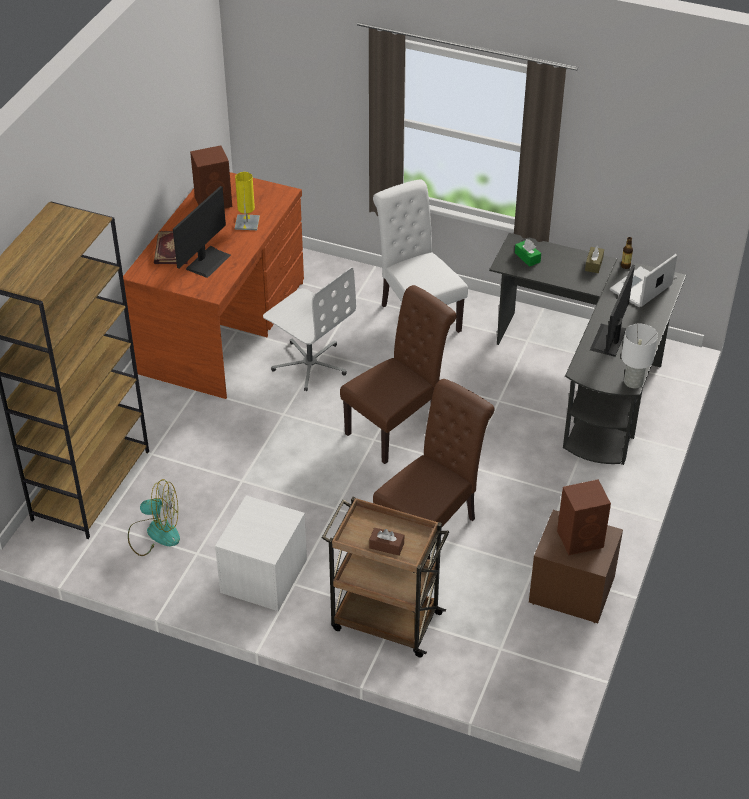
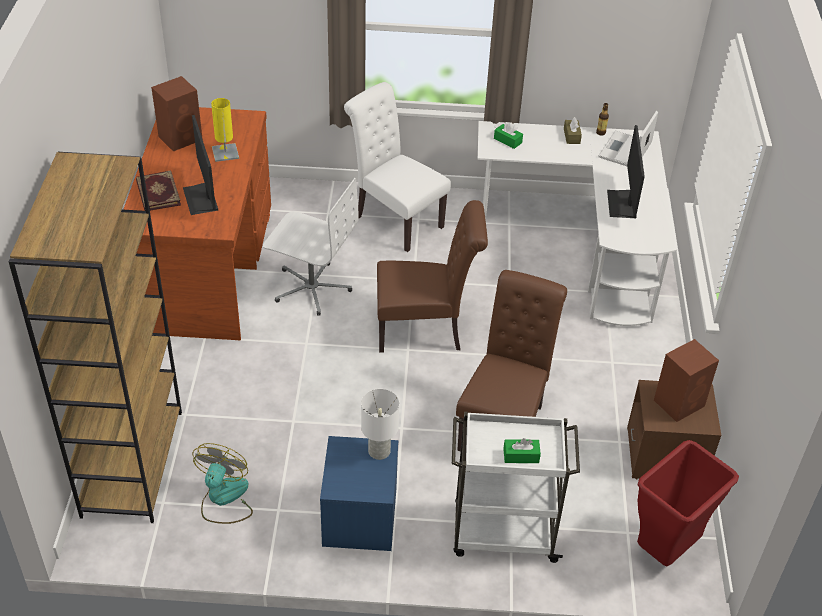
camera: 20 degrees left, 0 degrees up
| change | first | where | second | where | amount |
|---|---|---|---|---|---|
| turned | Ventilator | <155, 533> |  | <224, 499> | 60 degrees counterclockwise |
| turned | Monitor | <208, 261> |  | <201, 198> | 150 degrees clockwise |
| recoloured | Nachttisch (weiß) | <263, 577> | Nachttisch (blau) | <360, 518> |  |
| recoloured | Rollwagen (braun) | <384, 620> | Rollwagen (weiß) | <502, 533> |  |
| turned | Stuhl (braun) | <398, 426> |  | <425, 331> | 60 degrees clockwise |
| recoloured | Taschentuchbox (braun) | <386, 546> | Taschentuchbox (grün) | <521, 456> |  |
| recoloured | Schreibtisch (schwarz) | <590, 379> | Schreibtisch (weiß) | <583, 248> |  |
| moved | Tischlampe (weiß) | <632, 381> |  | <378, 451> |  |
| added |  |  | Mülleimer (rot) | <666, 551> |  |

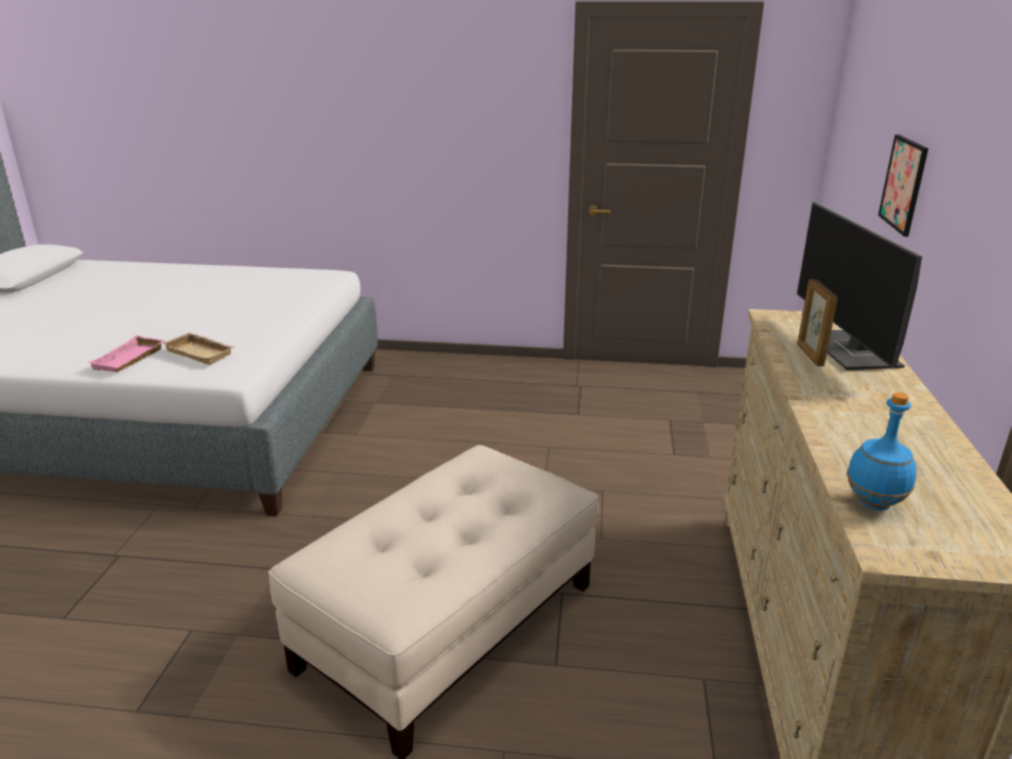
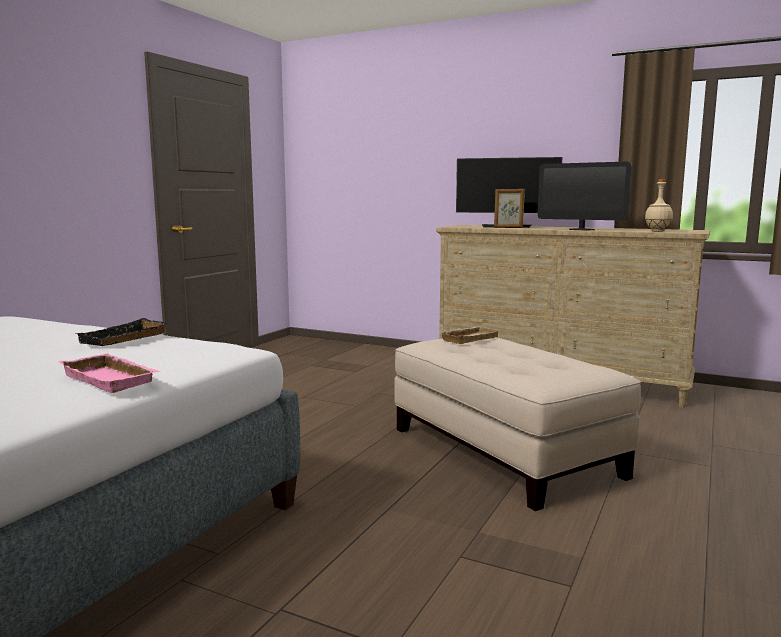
camera: 70 degrees left, 15 degrees down
| change | first | where | second | where | amount |
|---|---|---|---|---|---|
| moved | Tablett (beige) | <202, 353> |  | <468, 338> |  |
| recoloured | Flasche (blau) | <873, 503> | Flasche (beige) | <657, 231> |  |
| removed | Bild | <903, 184> |  |  |  |
| added |  |  | Tablett (schwarz) | <125, 339> |  |
| added |  |  | Monitor | <581, 229> |  |

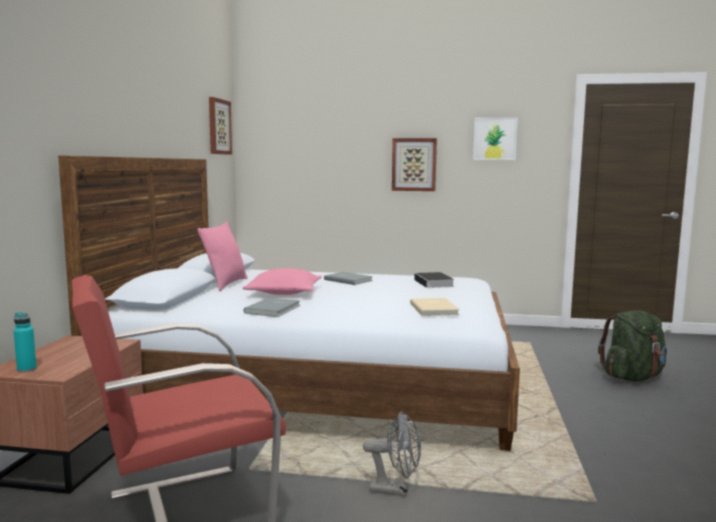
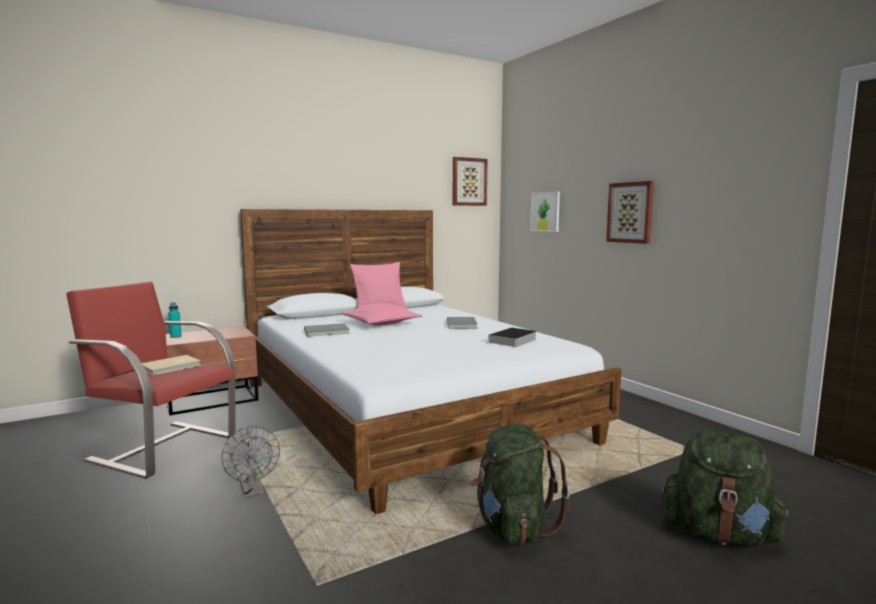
camera: 50 degrees right, 0 degrees up
| change | first | where | second | where | amount |
|---|---|---|---|---|---|
| moved | Buch (beige) | <435, 309> |  | <172, 367> |  |
| moved | Bild | <494, 138> |  | <545, 211> |  |
| added |  |  | Rucksack (grün) | <513, 527> |  |

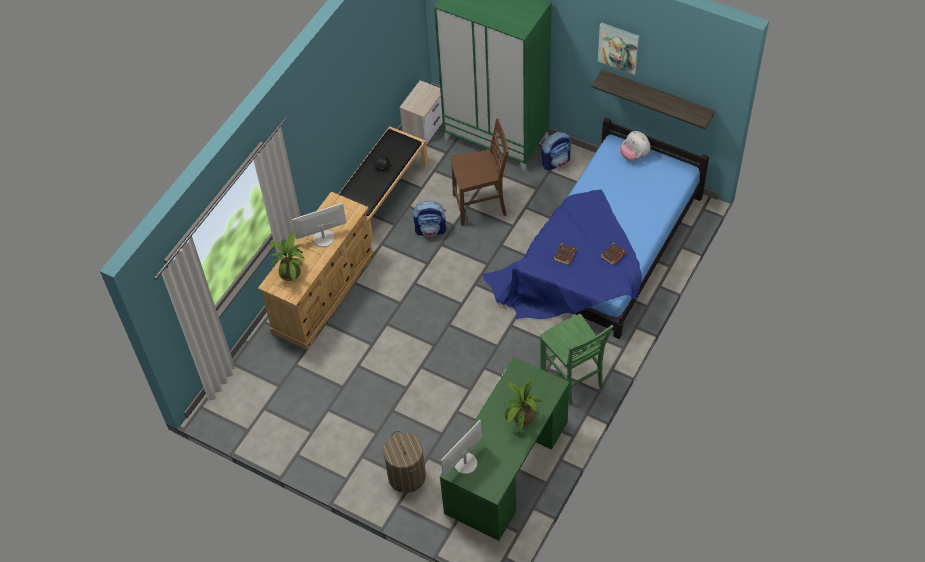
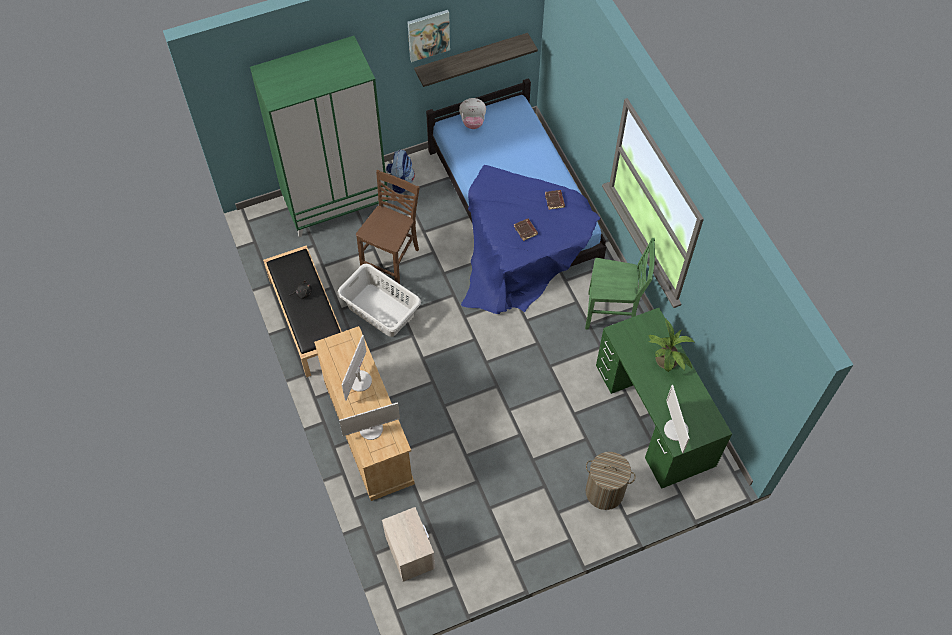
camera: 55 degrees left, 5 degrees up
| change | first | where | second | where | amount |
|---|---|---|---|---|---|
| replaced | Topfpflanze | <291, 271> | Monitor | <371, 429> |  |
| moved | Nachttisch | <425, 126> |  | <410, 552> |  |
| replaced | Rucksack | <431, 229> | Wäschekorb (grau) | <381, 310> |  |

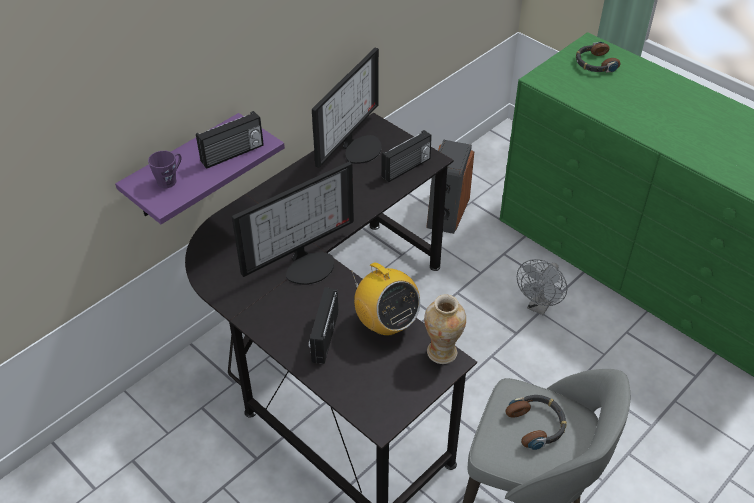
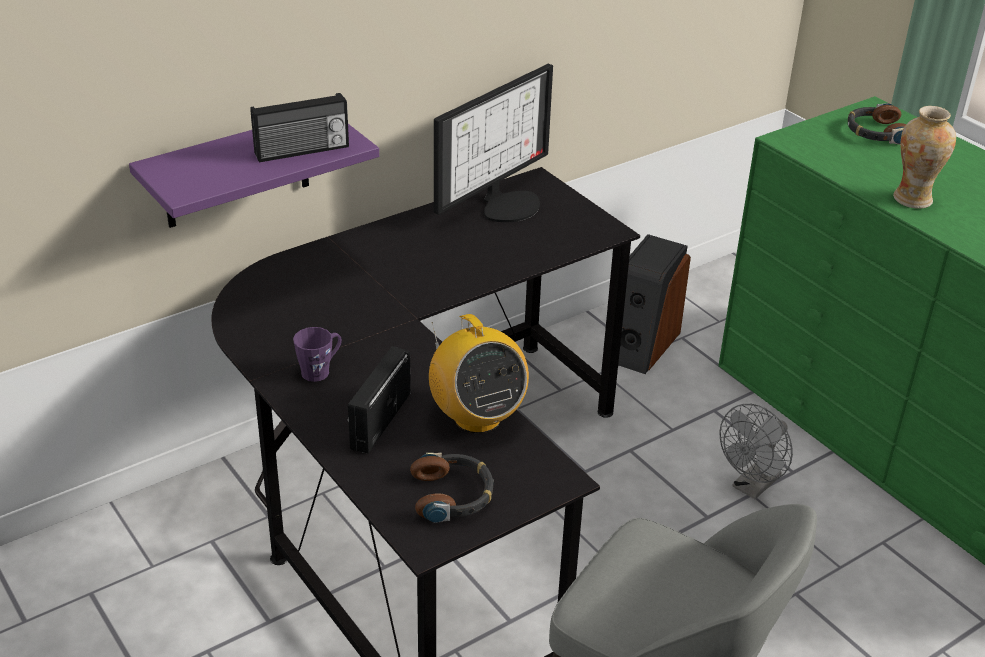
camera: 10 degrees right, 10 degrees down
| change | first | where | second | where | amount |
|---|---|---|---|---|---|
| moved | Henkelbecher (lila) | <170, 180> |  | <320, 371> |  |
| removed | Monitor | <308, 264> |  |  |  |
| removed | Radio | <406, 168> |  |  |  |
| moved | Vase | <442, 352> |  | <913, 199> |  |
| moved | Kopfhörer | <537, 424> |  | <453, 495> |  |

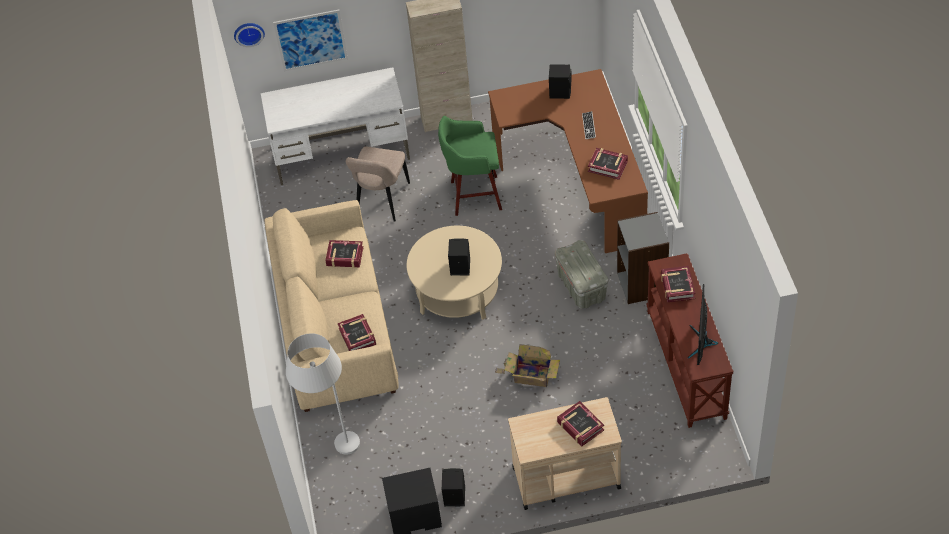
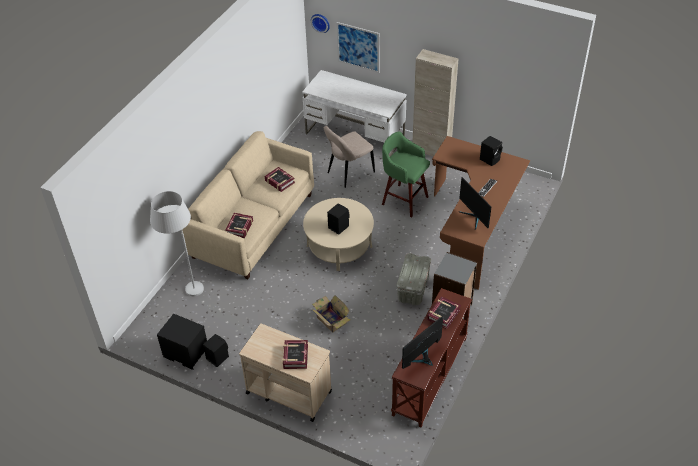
camera: 35 degrees right, 5 degrees down
| change | first | where | second | where | amount |
|---|---|---|---|---|---|
| replaced | Buch | <607, 166> | Monitor | <474, 217> |  |

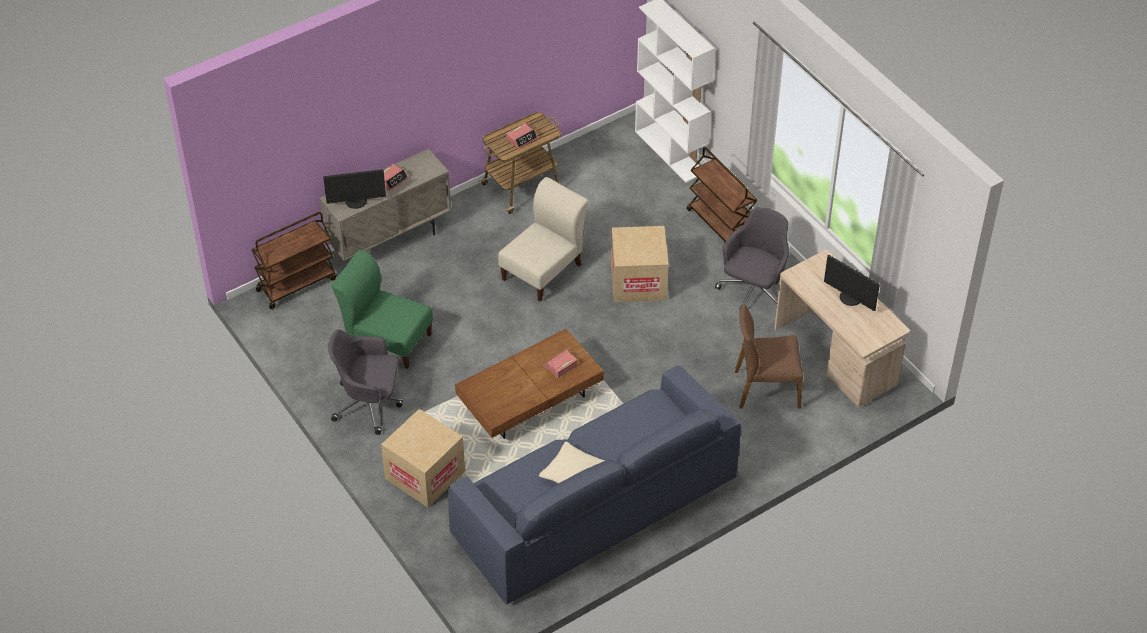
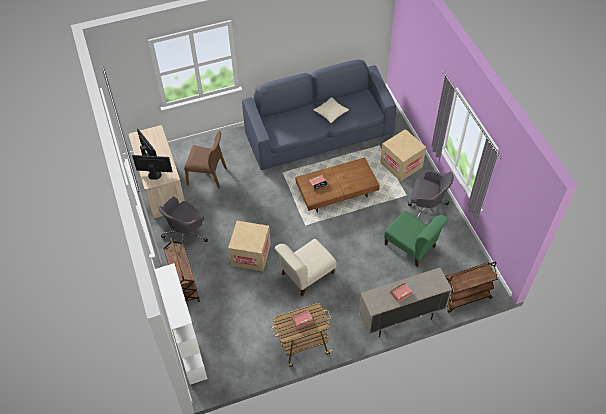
camera: 165 degrees left, 5 degrees up
| change | first | where | second | where | amount |
|---|---|---|---|---|---|
| moved | Monitor | <356, 202> |  | <154, 174> |  |

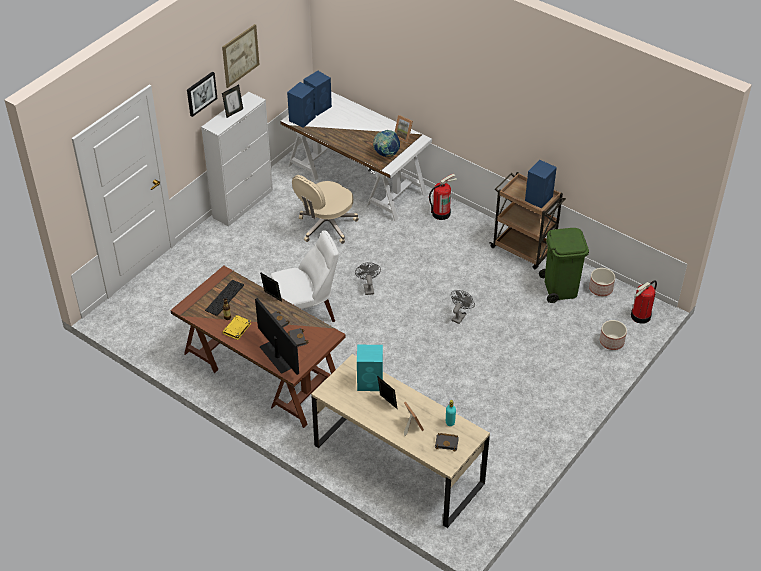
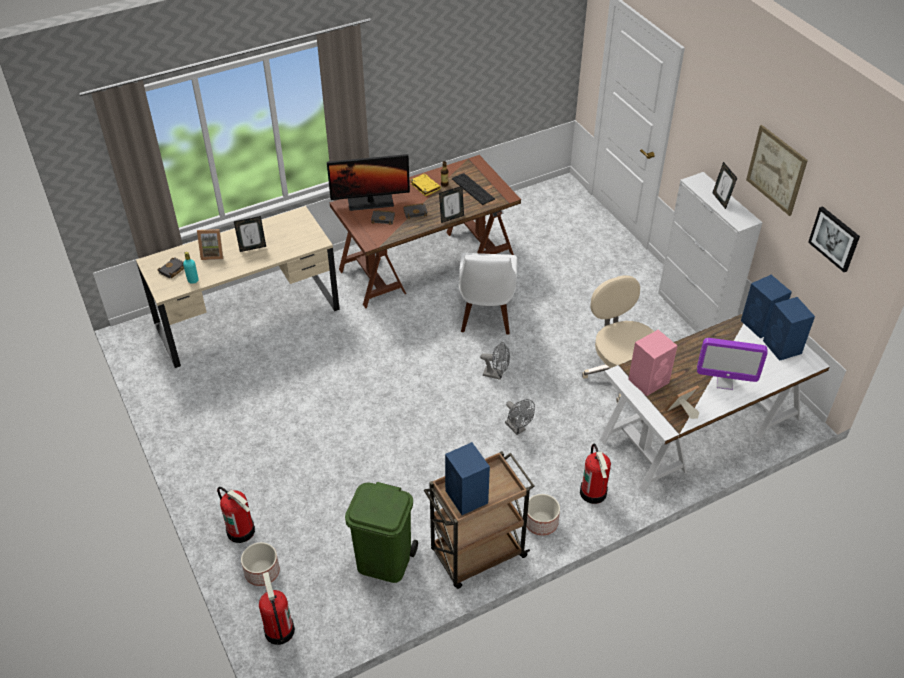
camera: 115 degrees right, 0 degrees up
| change | first | where | second | where | amount |
|---|---|---|---|---|---|
| moved | Bild | <201, 93> |  | <834, 238> |  |
| removed | Lautsprecher (türkis) | <370, 382> |  |  |  |
| replaced | Globus | <386, 154> | Lautsprecher (rosa) | <649, 380> |  |
| moved | Ventilator (grau) | <459, 316> |  | <517, 428> |  |
| moved | Pflanzkübel | <601, 289> |  | <541, 523> |  |
| added |  |  | Feuerlöscher | <241, 530> |  |
| added |  |  | Monitor | <724, 382> |  |

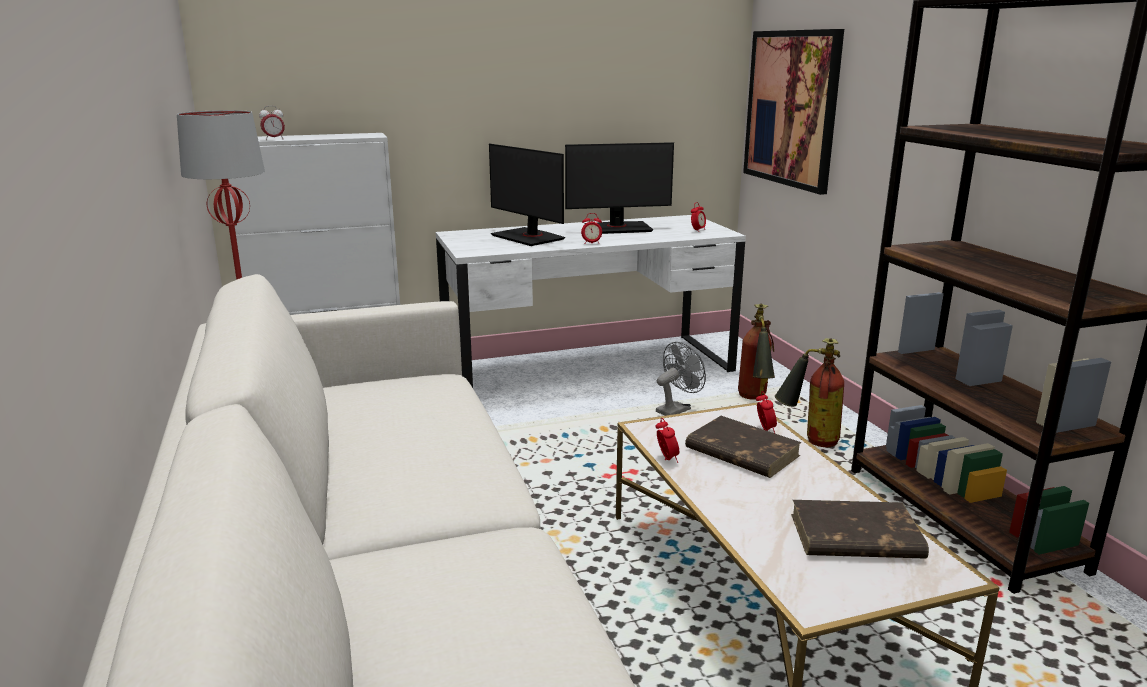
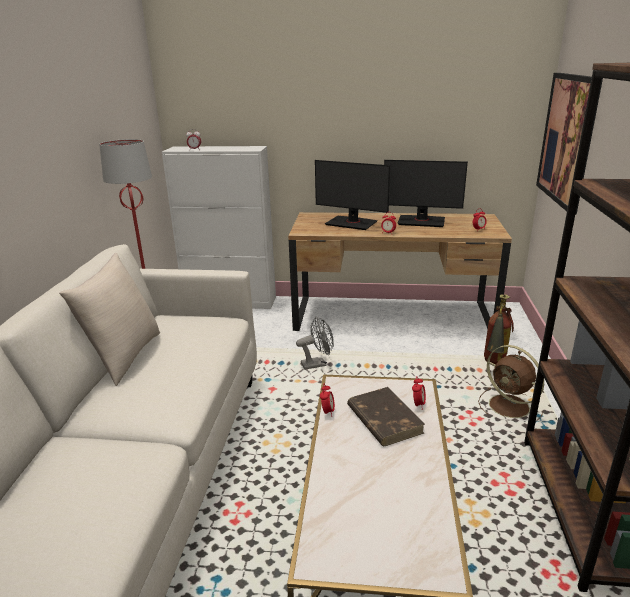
camera: 25 degrees right, 5 degrees up
| change | first | where | second | where | amount |
|---|---|---|---|---|---|
| recoloured | Schreibtisch (weiß) | <588, 368> | Schreibtisch (braun) | <392, 316> |  |
| turned | Monitor | <528, 237> |  | <351, 223> | 45 degrees counterclockwise |
| moved | Ventilator (grau) | <676, 409> |  | <317, 364> |  |
| replaced | Feuerlöscher | <808, 439> | Ventilator (braun) | <510, 407> |  |
| removed | Buch (braun) | <854, 537> |  |  |  |
| added |  |  | Kissen (beige) | <124, 356> |  |

